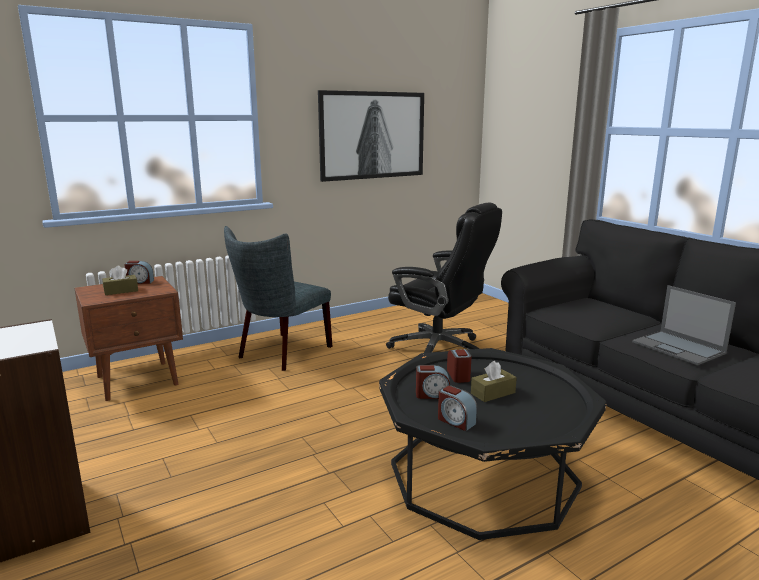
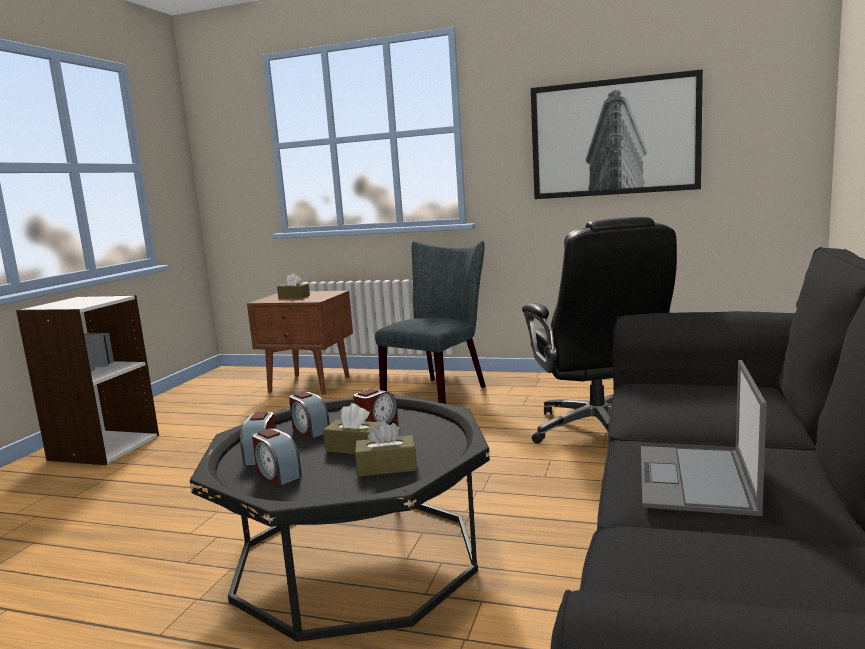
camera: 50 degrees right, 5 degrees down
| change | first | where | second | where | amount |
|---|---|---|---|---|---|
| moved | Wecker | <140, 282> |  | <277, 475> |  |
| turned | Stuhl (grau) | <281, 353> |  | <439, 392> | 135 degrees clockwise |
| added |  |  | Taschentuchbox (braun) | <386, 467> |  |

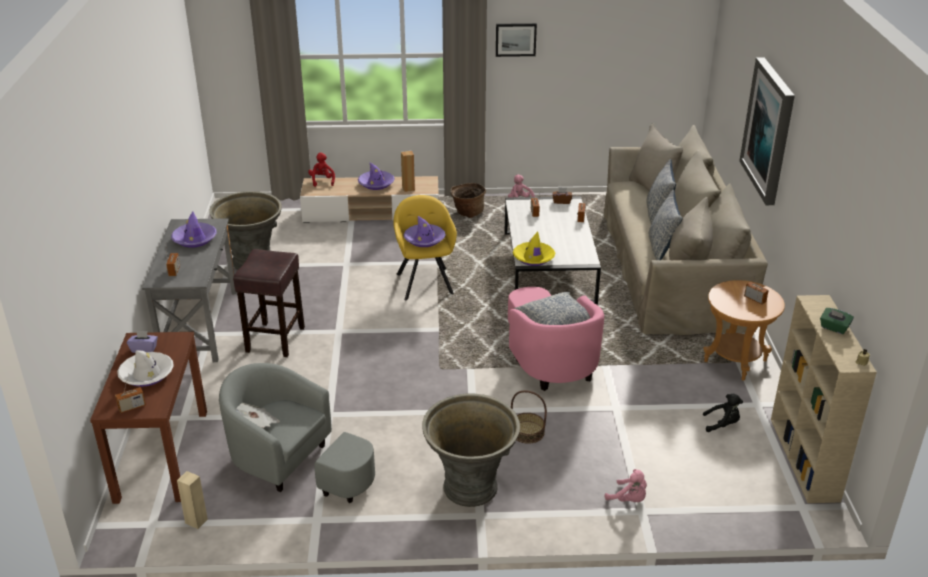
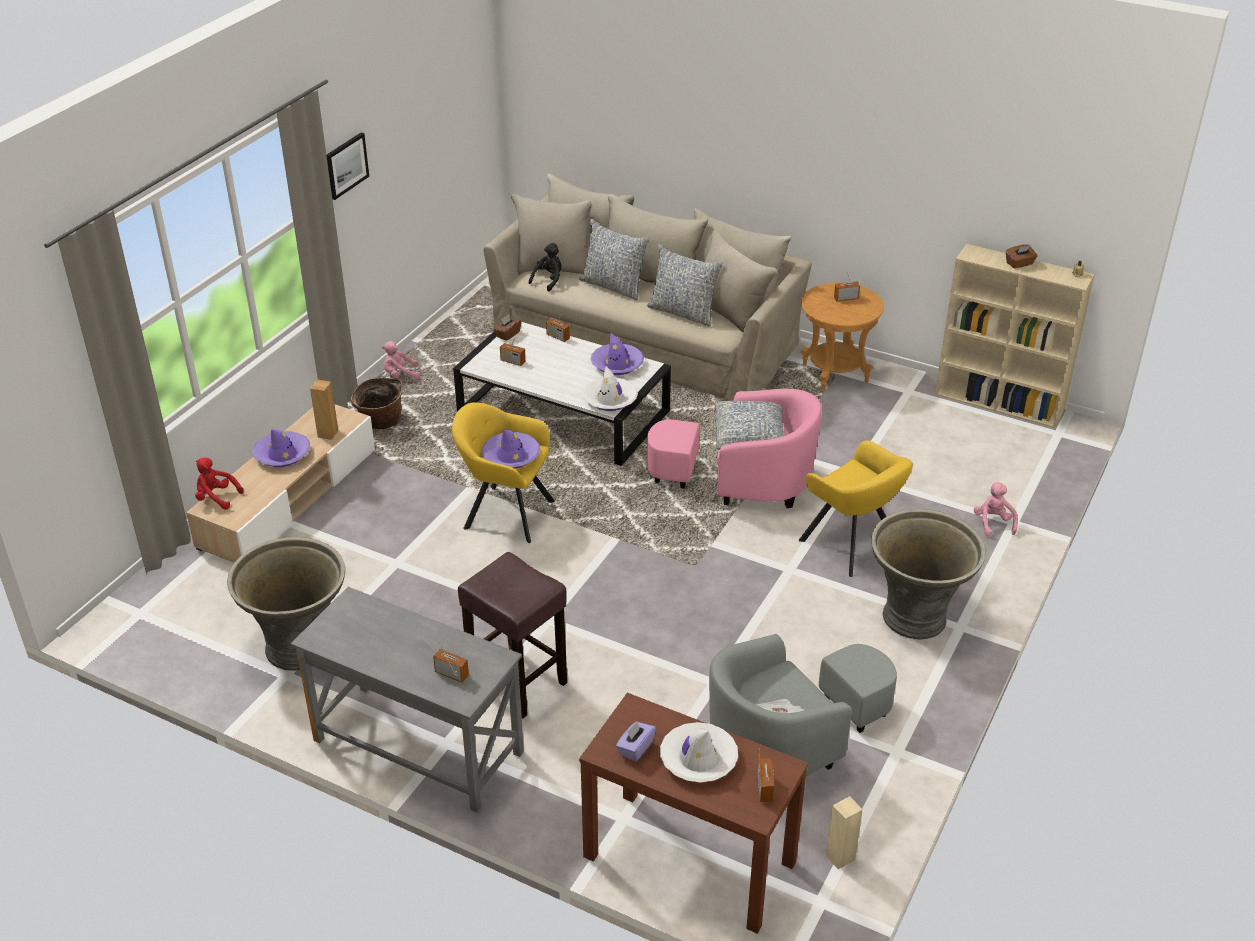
camera: 60 degrees left, 5 degrees up
| change | first | where | second | where | amount |
|---|---|---|---|---|---|
| moved | Hut (lila) | <194, 239> |  | <617, 364> |  |
| replaced | Korb | <527, 432> | Sessel (gelb) | <852, 545> |  |
| recoloured | Hut (gelb) | <533, 258> | Hut (weiß) | <610, 399> |  |
| turned | Plüschtier (rosa) | <628, 499> |  | <993, 523> | 75 degrees counterclockwise |
| moved | Plüschtier (schwarz) | <722, 424> |  | <548, 280> |  |
| removed | Bild | <769, 130> |  |  |  |
| recoloured | Taschentuchbox (grün) | <834, 328> | Taschentuchbox (braun) | <1019, 264> |  |

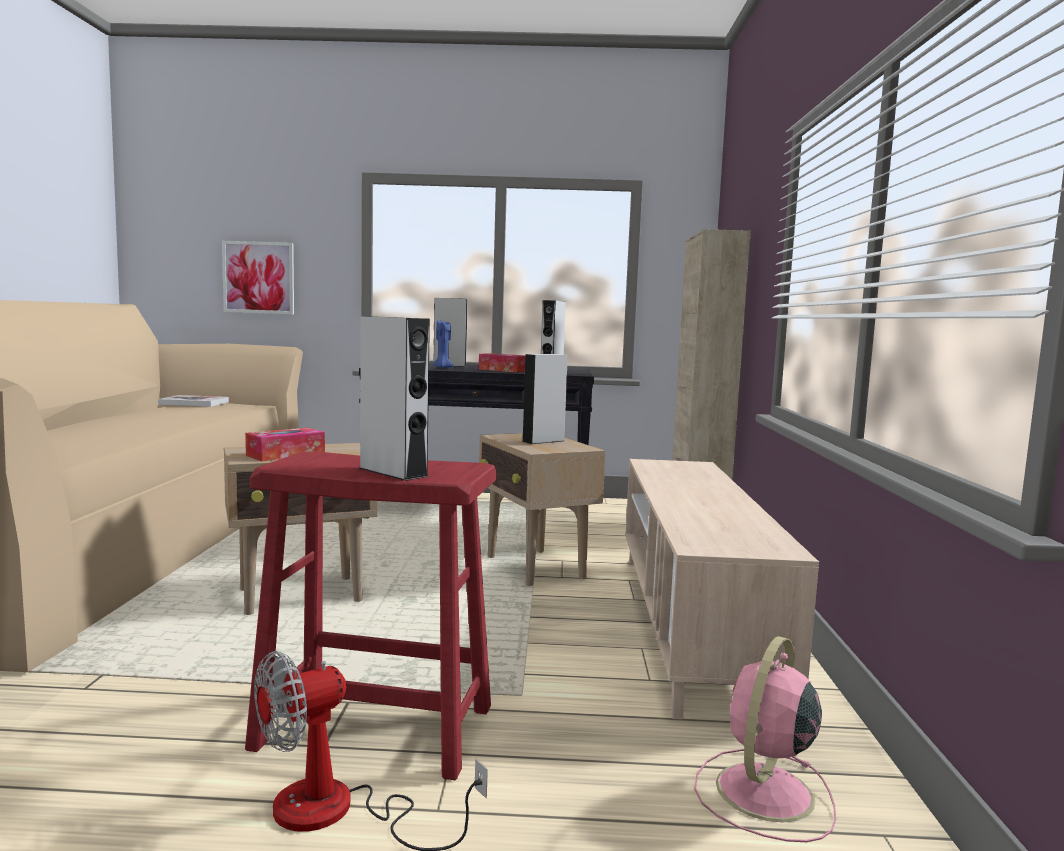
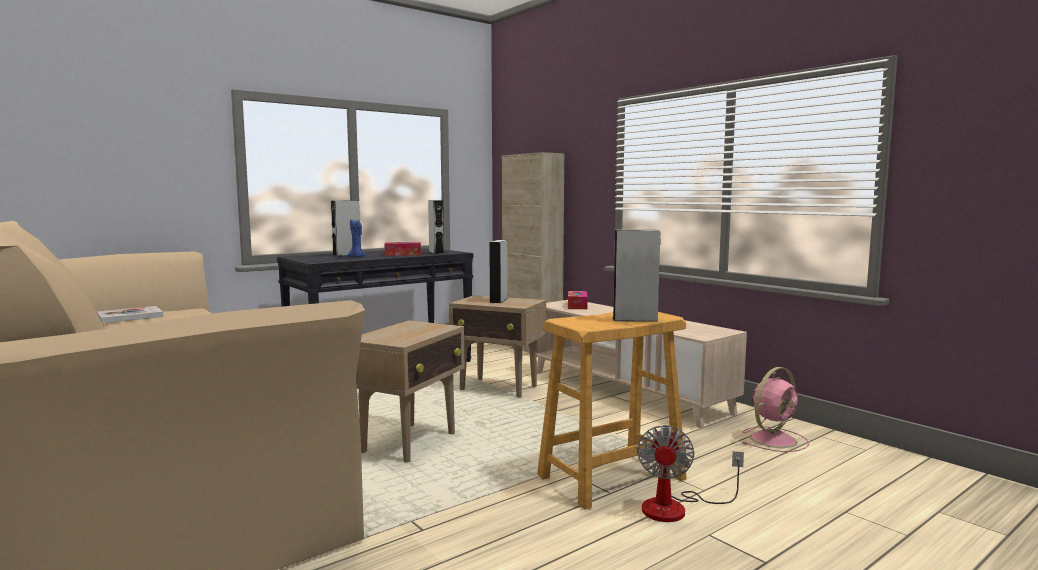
camera: 40 degrees left, 0 degrees up
| change | first | where | second | where | amount |
|---|---|---|---|---|---|
| removed | Bild | <259, 277> |  |  |  |
| moved | Taschentuchbox | <285, 455> |  | <577, 306> |  |
| recoloured | Hocker (rot) | <374, 726> | Hocker (beige) | <610, 477> |  |
| turned | Ventilator (rosa) | <763, 794> |  | <774, 439> | 120 degrees counterclockwise |

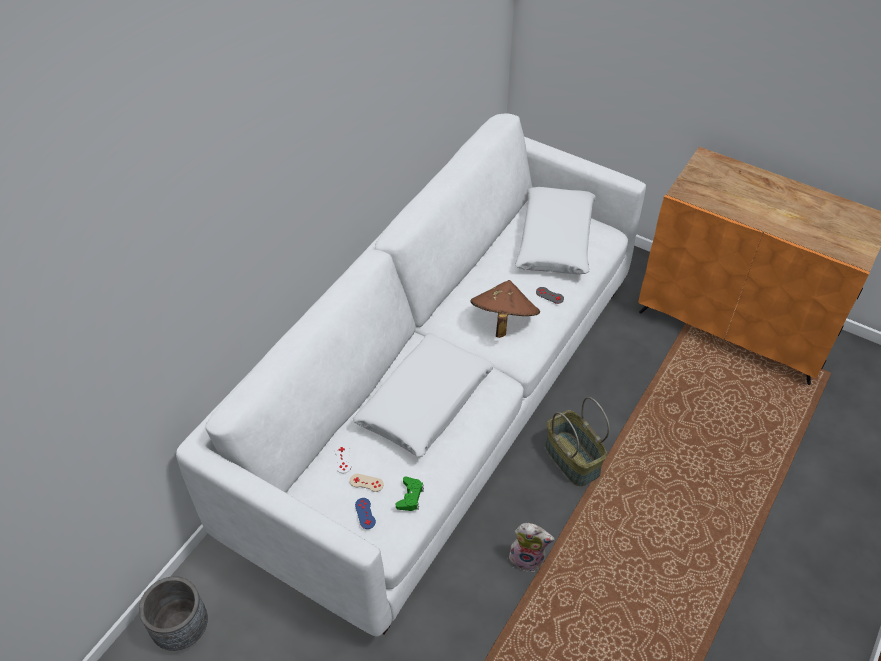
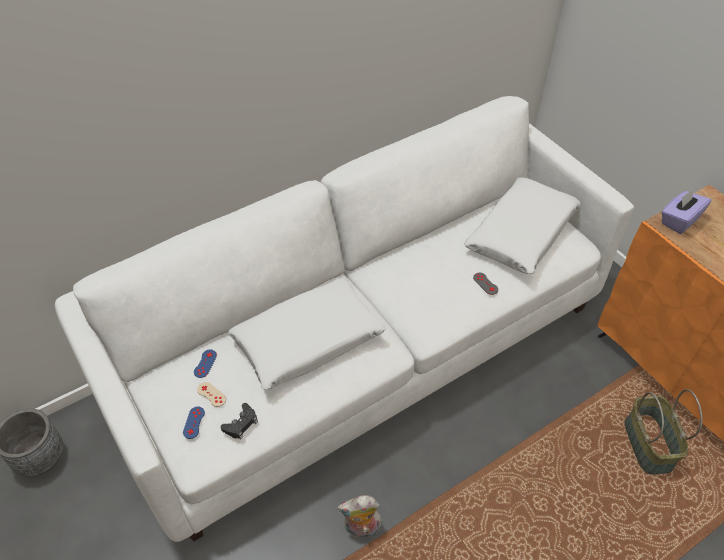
camera: 25 degrees right, 0 degrees up
| change | first | where | second | where | amount |
|---|---|---|---|---|---|
| recoloured | Gamepad (weiß) | <342, 458> | Gamepad (blau) | <205, 363> |  |
| recoloured | Gamepad (grün) | <410, 497> | Gamepad (schwarz) | <241, 424> |  |
| removed | Hut (braun) | <503, 321> |  |  |  |
| turned | Plüschtier | <528, 557> |  | <361, 529> | 135 degrees clockwise |
| moved | Korb | <571, 459> |  | <647, 444> |  |
| added |  |  | Taschentuchbox (lila) | <679, 220> |  |

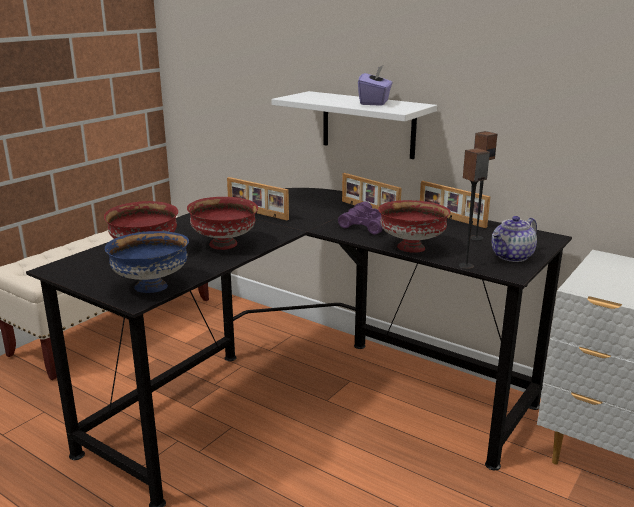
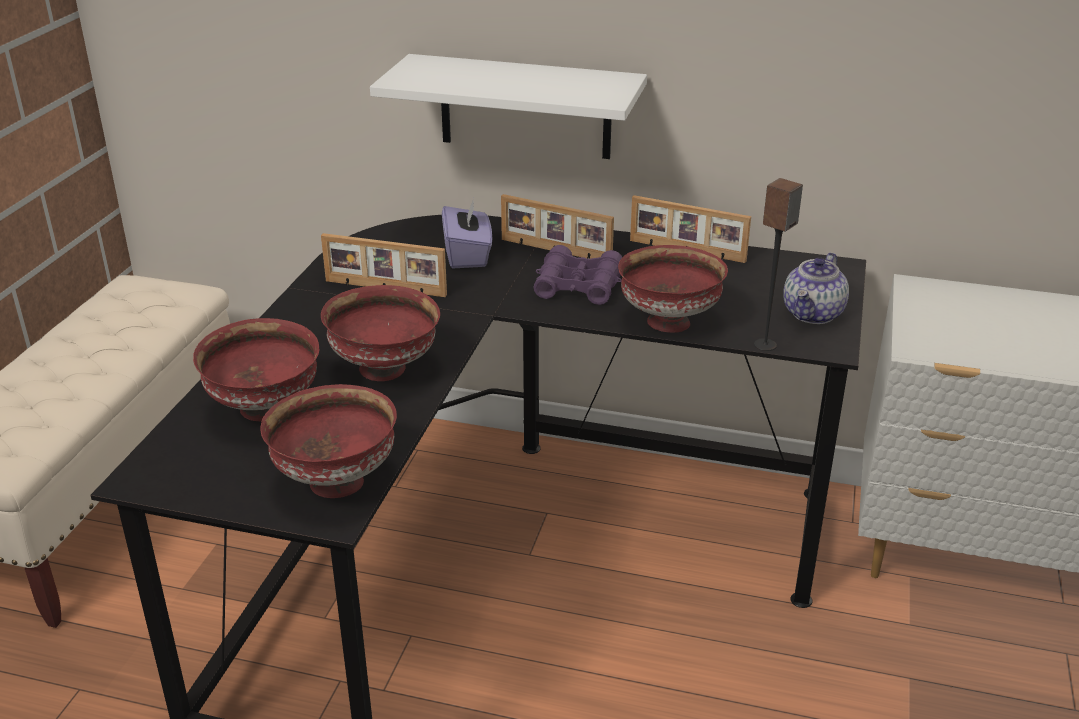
camera: 20 degrees left, 10 degrees up
| change | first | where | second | where | amount |
|---|---|---|---|---|---|
| recoloured | Schüssel (blau) | <150, 286> | Schüssel (rot) | <335, 482> |  |
| moved | Taschentuchbox (lila) | <375, 102> |  | <468, 255> |  |
| removed | Lautsprecher | <476, 238> |  |  |  |

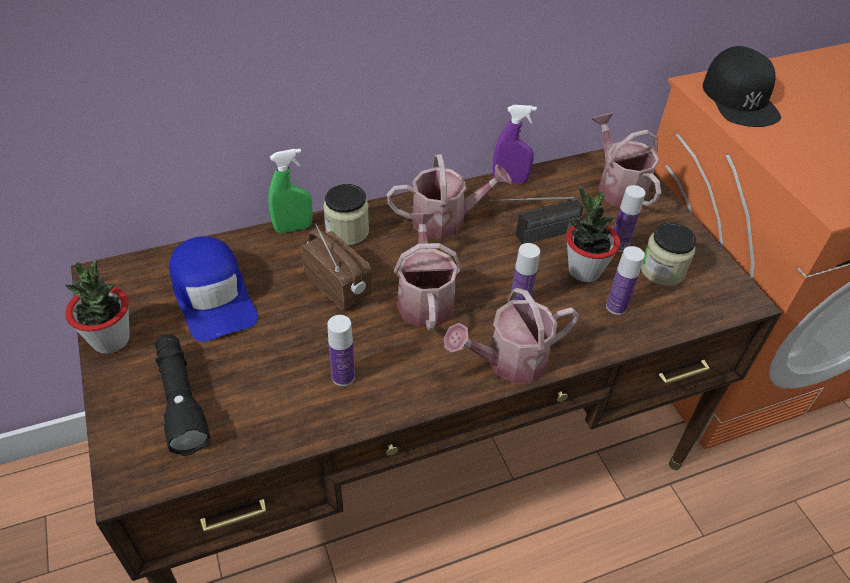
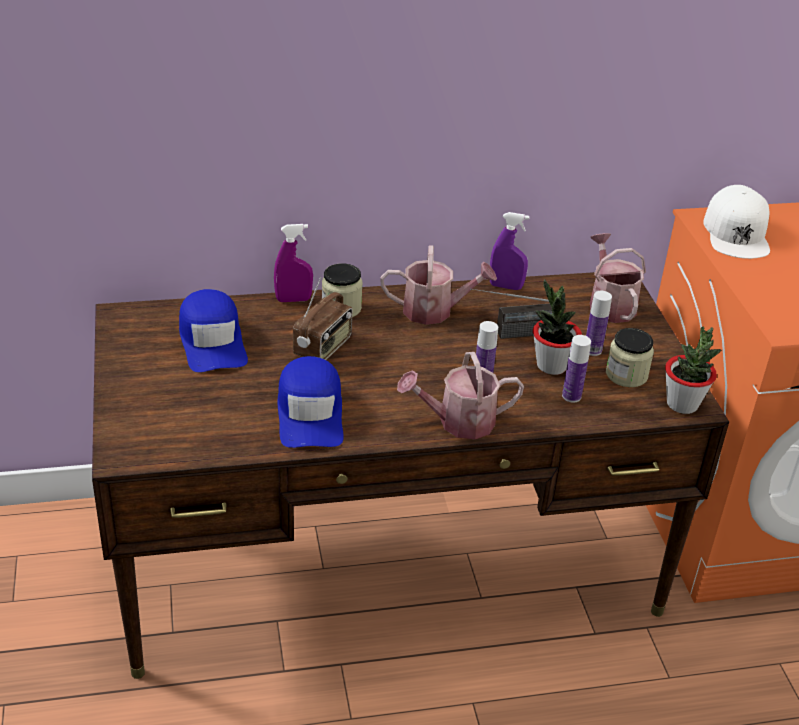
camera: 10 degrees right, 10 degrees down
| change | first | where | second | where | amount |
|---|---|---|---|---|---|
| moved | Topfpflanze | <111, 340> |  | <682, 404> |  |
| removed | Taschenlampe (schwarz) | <181, 399> |  |  |  |
| recoloured | Sprühflasche (grün) | <293, 228> | Sprühflasche (lila) | <293, 300> |  |
| turned | Radio | <339, 285> |  | <323, 348> | 60 degrees clockwise |
| replaced | Flasche | <343, 376> | Kappe (blau) | <310, 412> |  |
| removed | Gießkanne | <424, 298> |  |  |  |
| recoloured | Kappe (schwarz) | <740, 98> | Kappe (weiß) | <737, 233> |  |

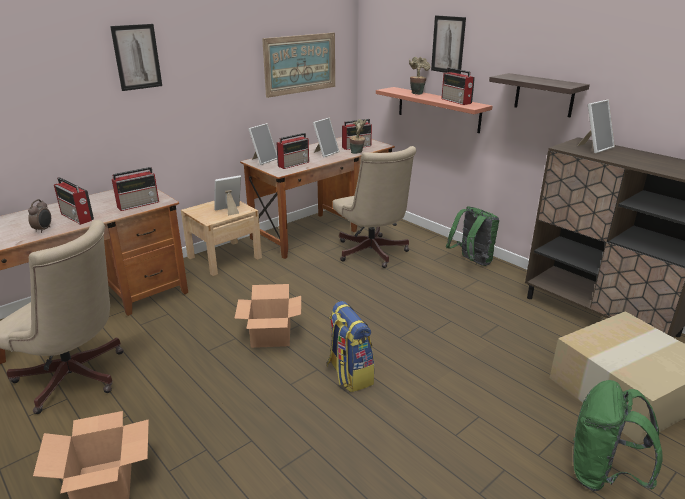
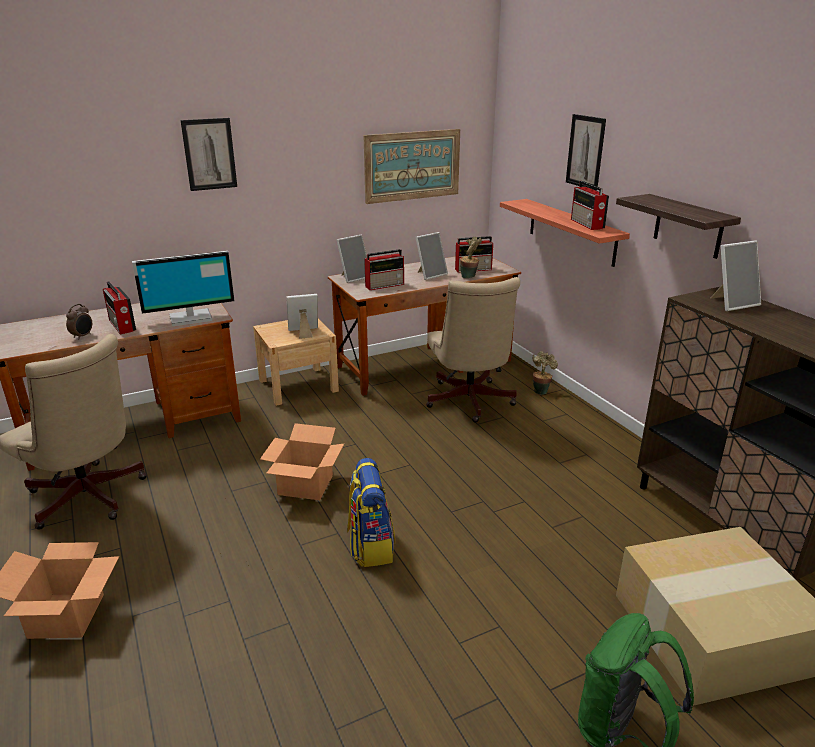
camera: 15 degrees right, 0 degrees up
| change | first | where | second | where | amount |
|---|---|---|---|---|---|
| replaced | Radio | <139, 204> | Monitor | <190, 317> |  |
| moved | Topfpflanze | <417, 93> |  | <541, 391> |  |
| removed | Rucksack (grün) | <471, 262> |  |  |  |

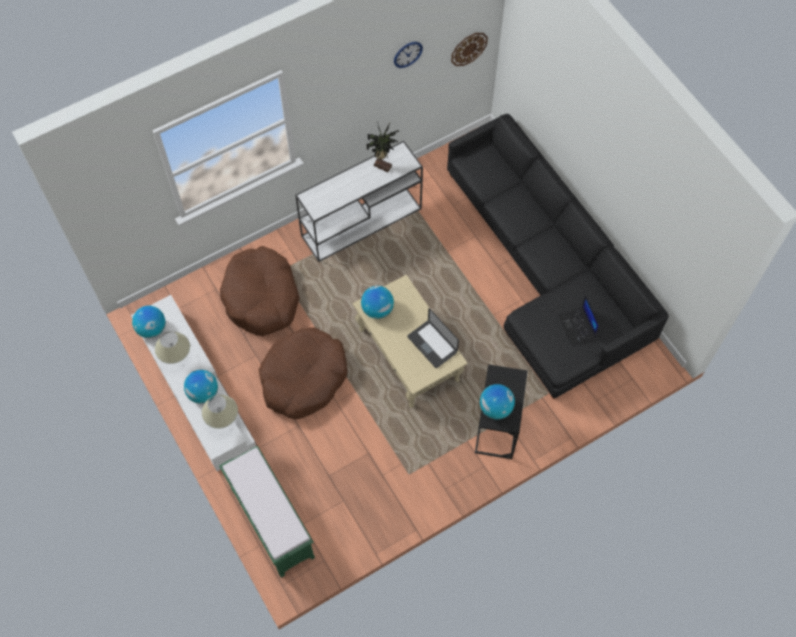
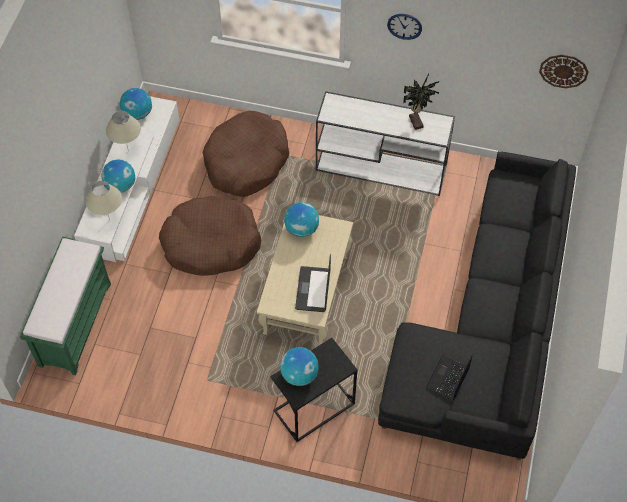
camera: 45 degrees right, 5 degrees down
| change | first | where | second | where | amount |
|---|---|---|---|---|---|
| moved | Wanduhr | <408, 54> |  | <404, 26> |  |

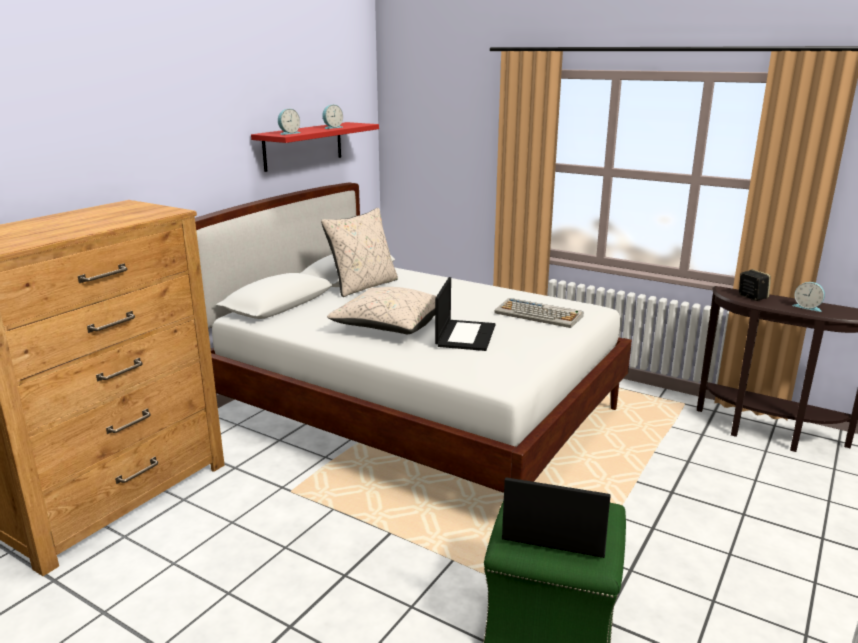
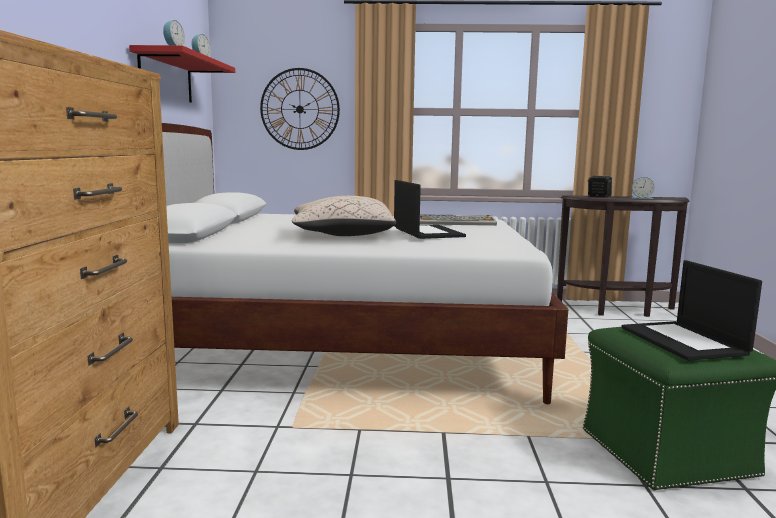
camera: 30 degrees left, 10 degrees down
| change | first | where | second | where | amount |
|---|---|---|---|---|---|
| removed | Kissen (beige) | <363, 286> |  |  |  |
| turned | Laptop | <554, 529> |  | <685, 341> | 90 degrees counterclockwise |
| added |  |  | Wanduhr | <300, 109> |  |

